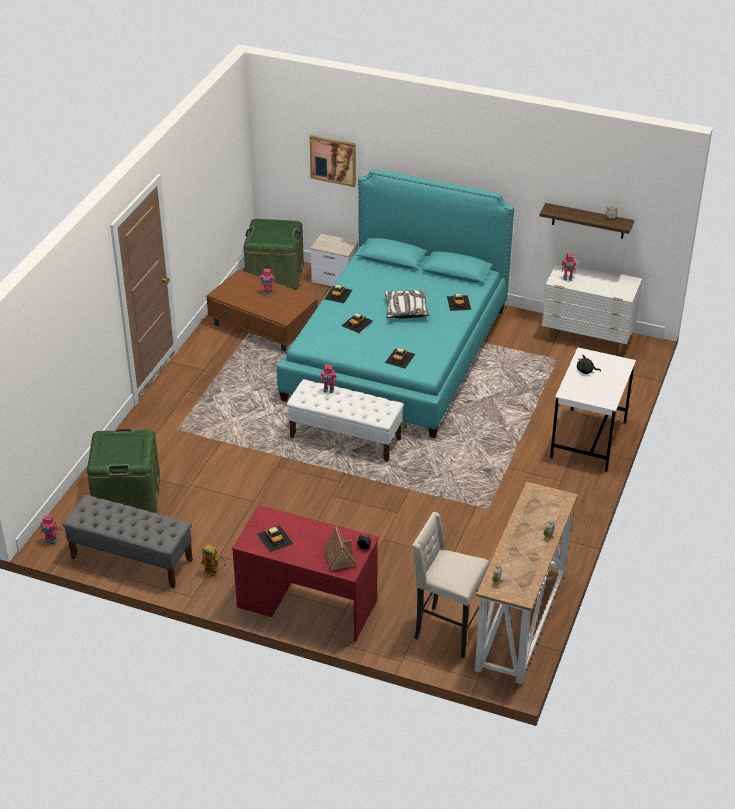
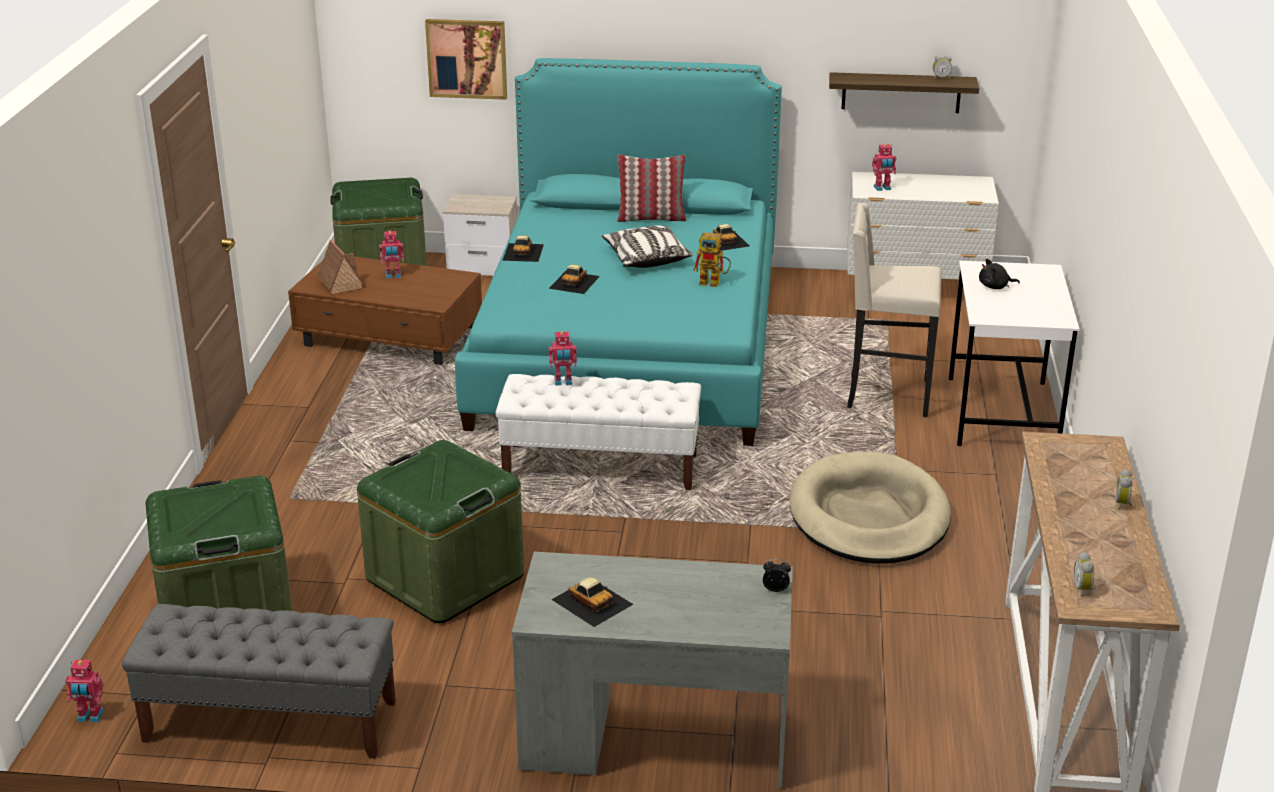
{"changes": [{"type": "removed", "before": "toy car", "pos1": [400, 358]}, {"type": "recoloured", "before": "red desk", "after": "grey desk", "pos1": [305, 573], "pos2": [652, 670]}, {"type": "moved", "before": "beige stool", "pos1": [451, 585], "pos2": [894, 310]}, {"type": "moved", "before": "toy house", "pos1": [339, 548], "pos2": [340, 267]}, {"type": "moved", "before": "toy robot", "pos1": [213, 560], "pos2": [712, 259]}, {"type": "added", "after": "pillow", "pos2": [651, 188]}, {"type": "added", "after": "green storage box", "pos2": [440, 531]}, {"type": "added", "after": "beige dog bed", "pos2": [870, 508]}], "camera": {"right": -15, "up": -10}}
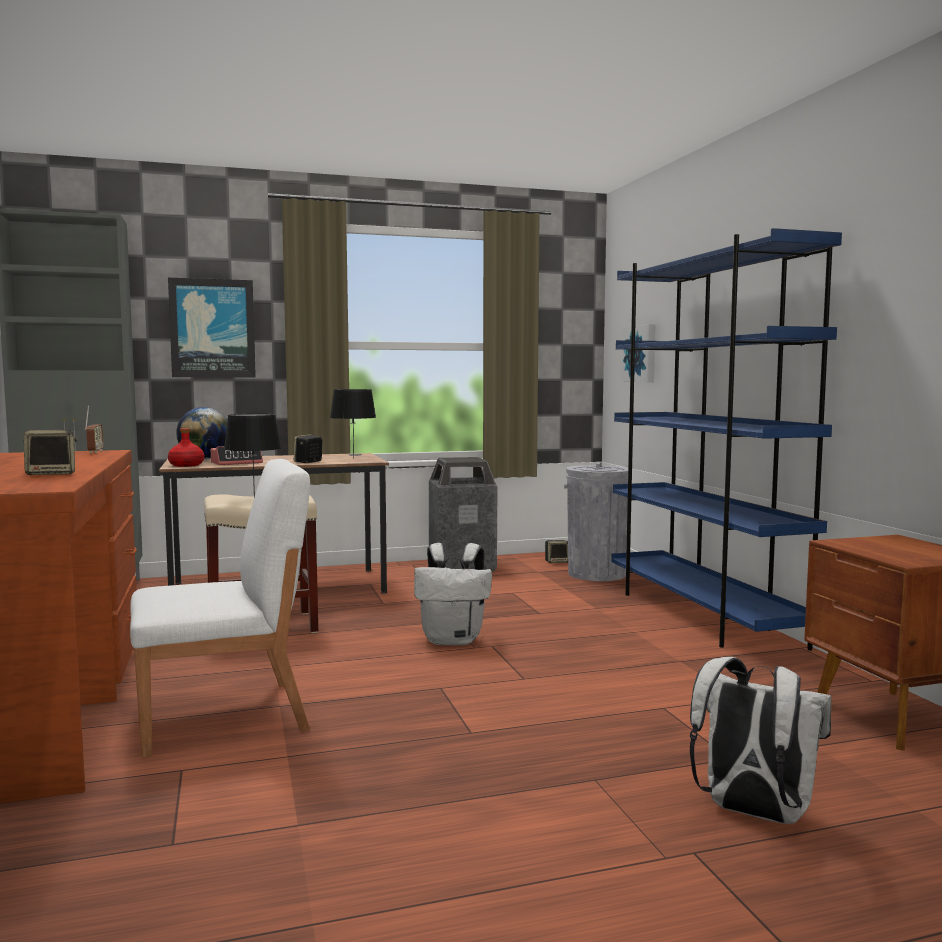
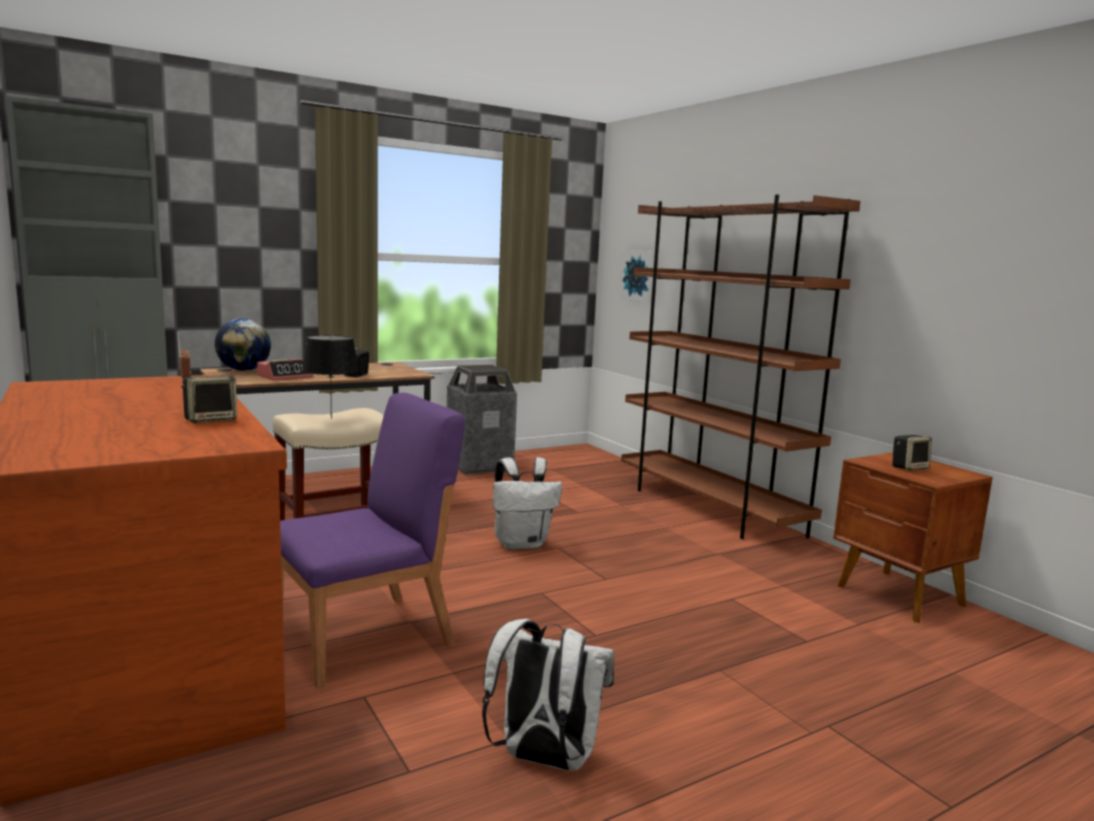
{"changes": [{"type": "recoloured", "before": "blue bookcase", "after": "brown bookcase", "pos1": [726, 439], "pos2": [740, 367]}, {"type": "removed", "before": "picture", "pos1": [212, 327]}, {"type": "removed", "before": "black table lamp", "pos1": [353, 424]}, {"type": "removed", "before": "red bottle", "pos1": [186, 447]}, {"type": "recoloured", "before": "white chair", "after": "purple chair", "pos1": [220, 608], "pos2": [372, 540]}, {"type": "removed", "before": "grey trash can", "pos1": [596, 521]}, {"type": "moved", "before": "speaker", "pos1": [556, 551], "pos2": [912, 453]}, {"type": "moved", "before": "white backpack", "pos1": [761, 740], "pos2": [548, 695]}], "camera": {"right": -15, "up": 5}}
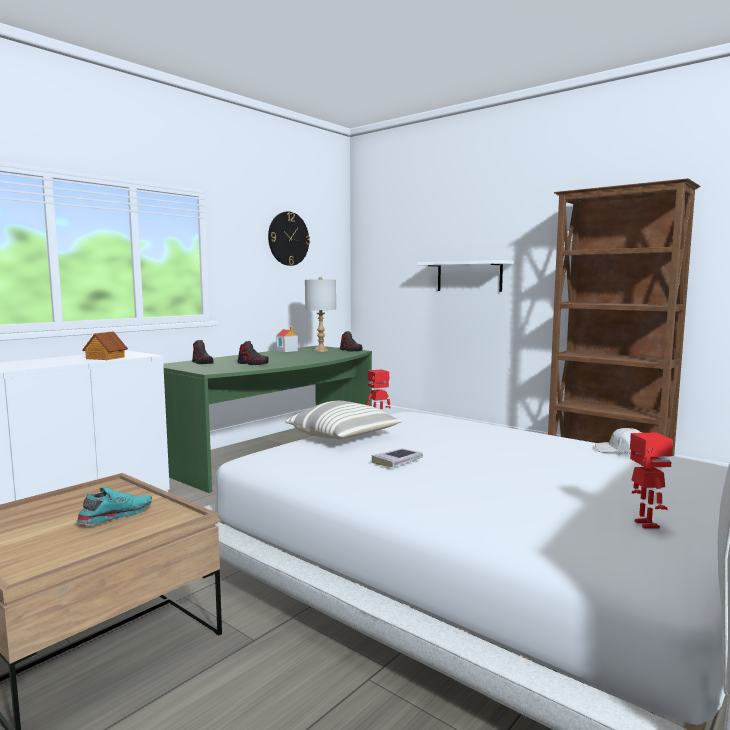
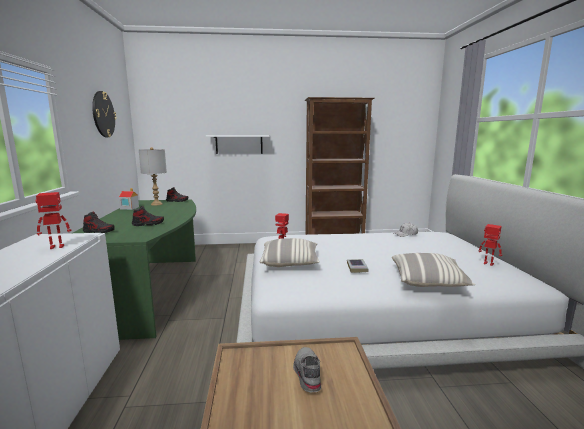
{"changes": [{"type": "replaced", "before": "toy house", "after": "toy robot", "pos1": [105, 345], "pos2": [54, 220]}, {"type": "recoloured", "before": "turquoise shoe", "after": "grey shoe", "pos1": [114, 506], "pos2": [307, 369]}, {"type": "added", "after": "pillow", "pos2": [433, 270]}], "camera": {"right": -45, "up": 5}}
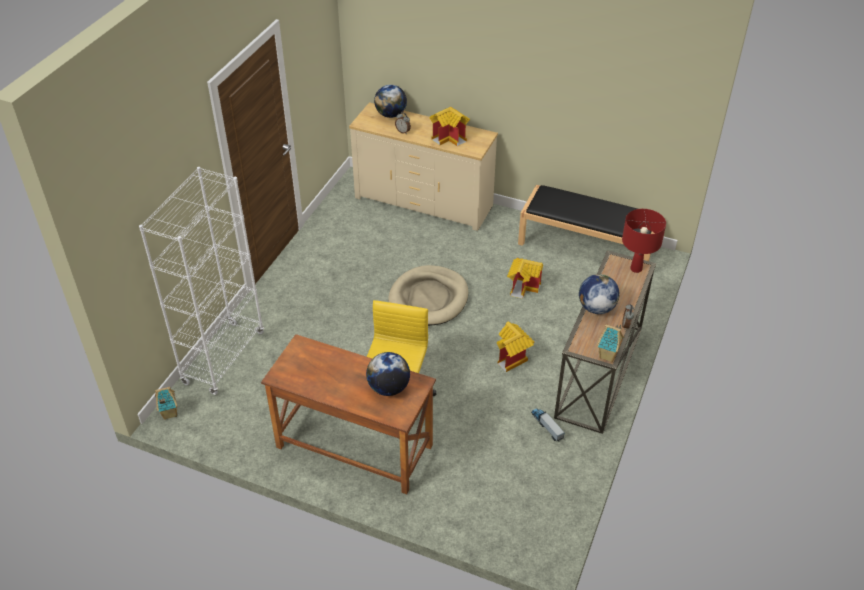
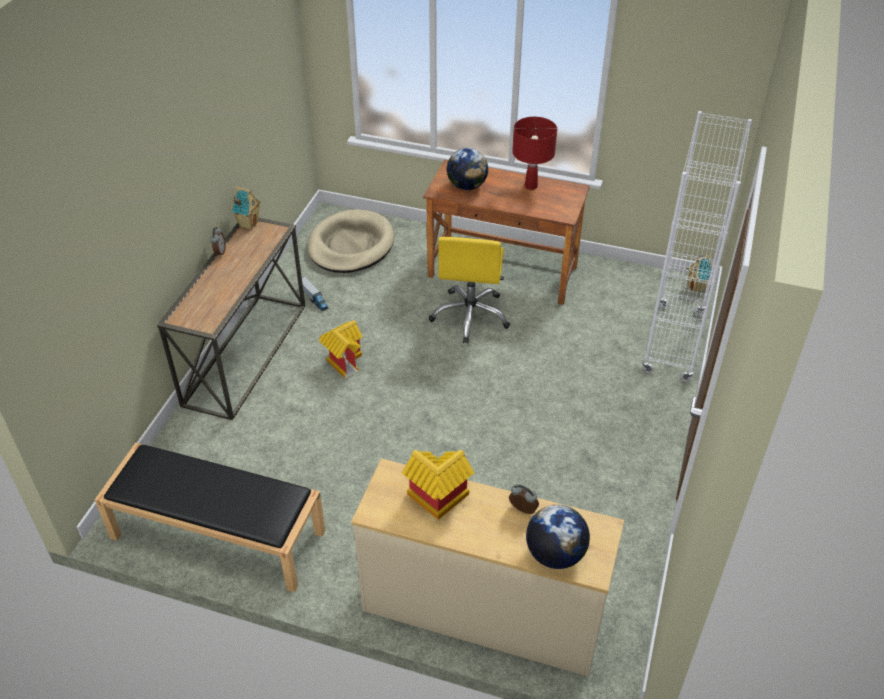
{"changes": [{"type": "moved", "before": "red table lamp", "pos1": [644, 241], "pos2": [534, 153]}, {"type": "removed", "before": "toy house", "pos1": [525, 278]}, {"type": "moved", "before": "beige dog bed", "pos1": [428, 295], "pos2": [350, 241]}, {"type": "removed", "before": "globe", "pos1": [599, 294]}], "camera": {"right": 175, "up": 0}}
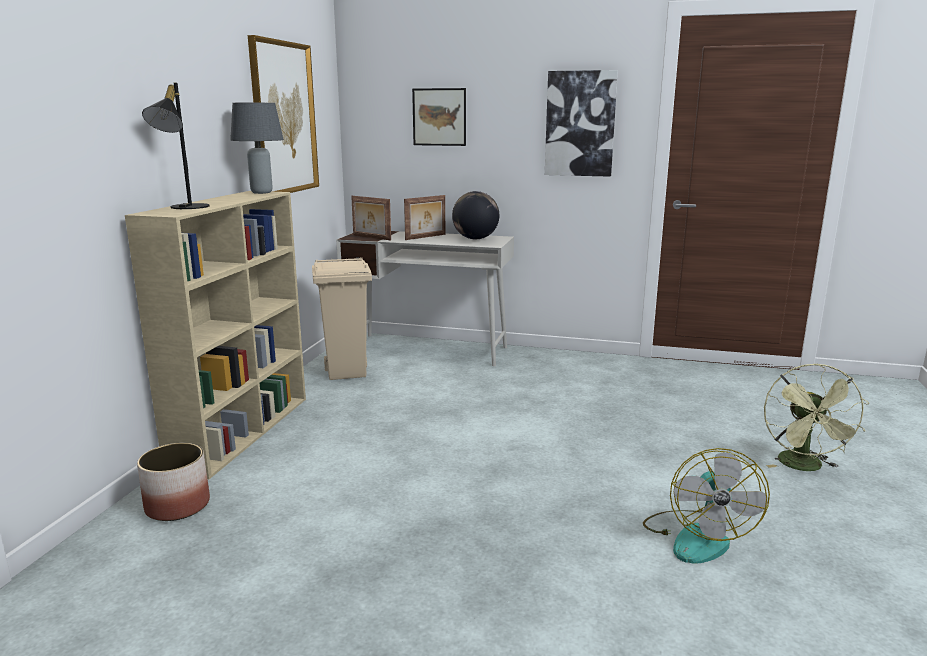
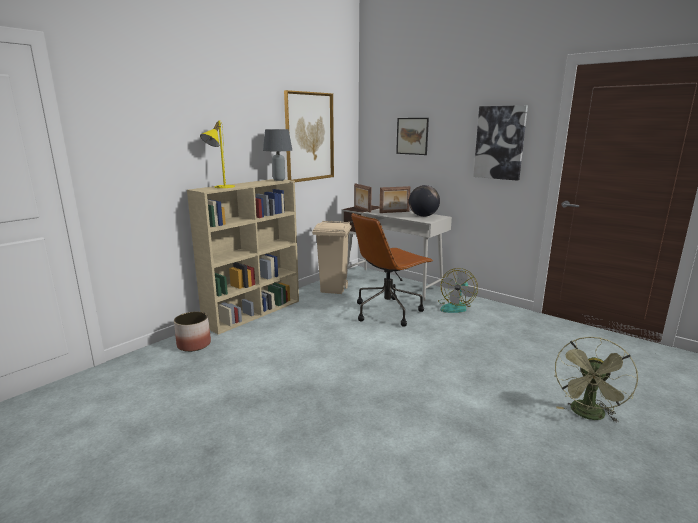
{"changes": [{"type": "recoloured", "before": "black table lamp", "after": "yellow table lamp", "pos1": [176, 146], "pos2": [217, 154]}, {"type": "moved", "before": "fan", "pos1": [706, 506], "pos2": [458, 290]}, {"type": "added", "after": "brown office chair", "pos2": [392, 270]}], "camera": {"right": 25, "up": 0}}
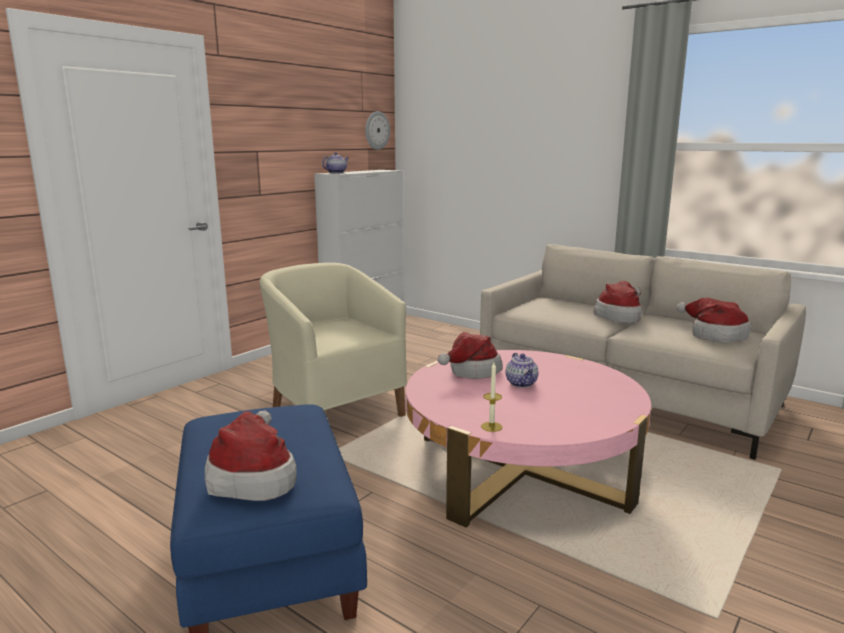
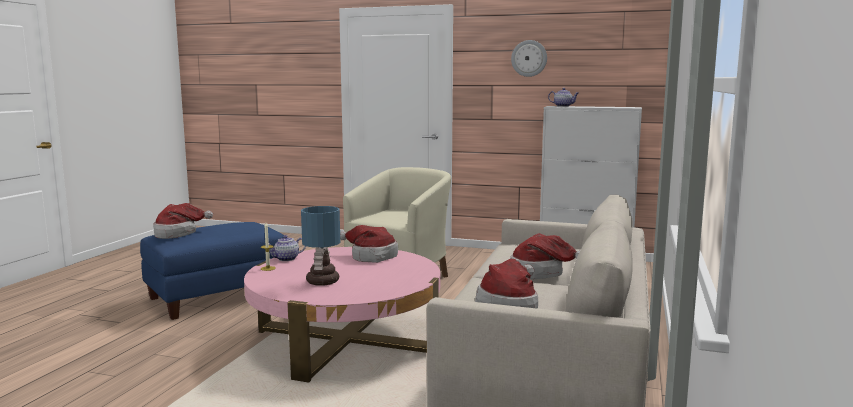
{"changes": [{"type": "moved", "before": "wall clock", "pos1": [377, 130], "pos2": [529, 58]}, {"type": "moved", "before": "teapot", "pos1": [522, 370], "pos2": [287, 248]}, {"type": "added", "after": "table lamp", "pos2": [320, 246]}], "camera": {"right": 70, "up": -5}}
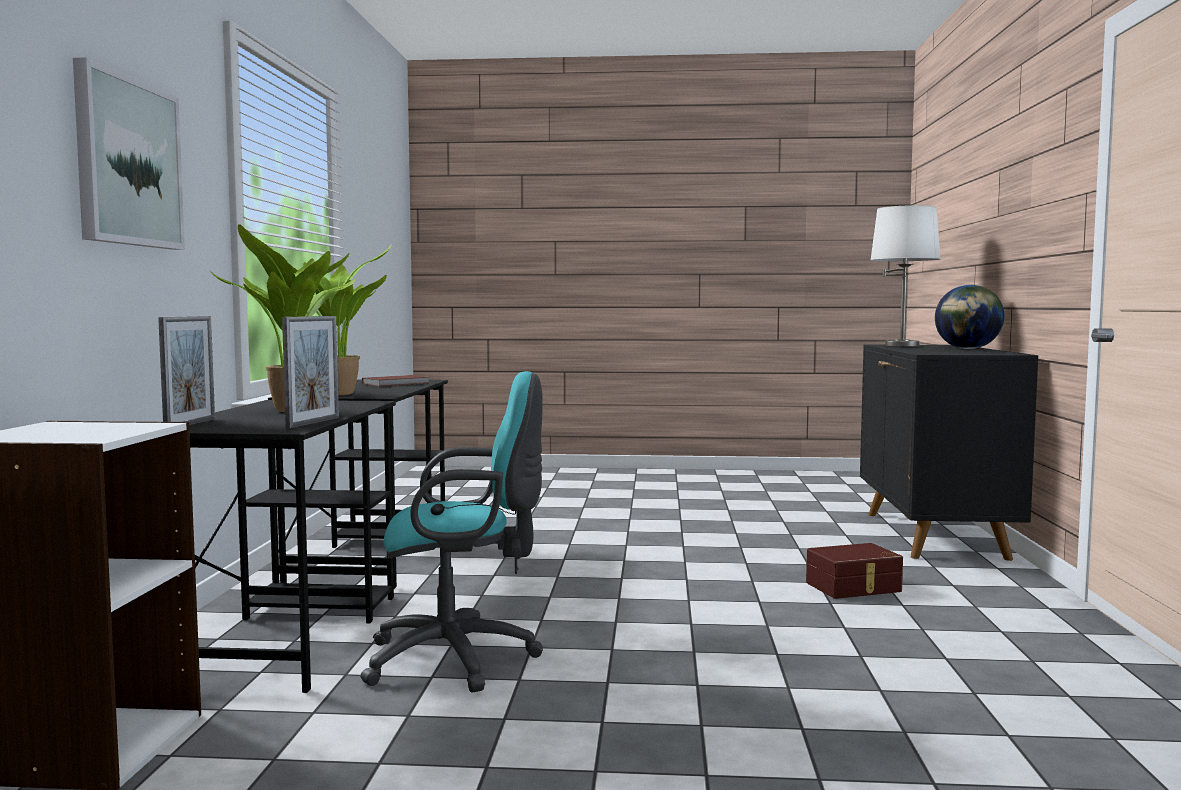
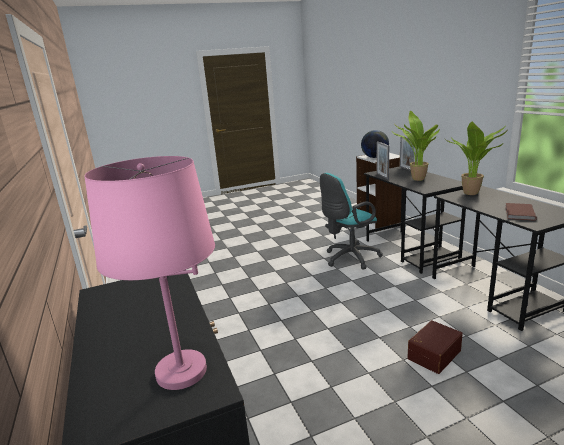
{"changes": [{"type": "removed", "before": "picture", "pos1": [129, 154]}, {"type": "recoloured", "before": "white table lamp", "after": "pink table lamp", "pos1": [905, 276], "pos2": [149, 273]}, {"type": "moved", "before": "globe", "pos1": [969, 317], "pos2": [375, 144]}, {"type": "moved", "before": "brown storage box", "pos1": [854, 571], "pos2": [435, 347]}], "camera": {"right": 155, "up": 15}}
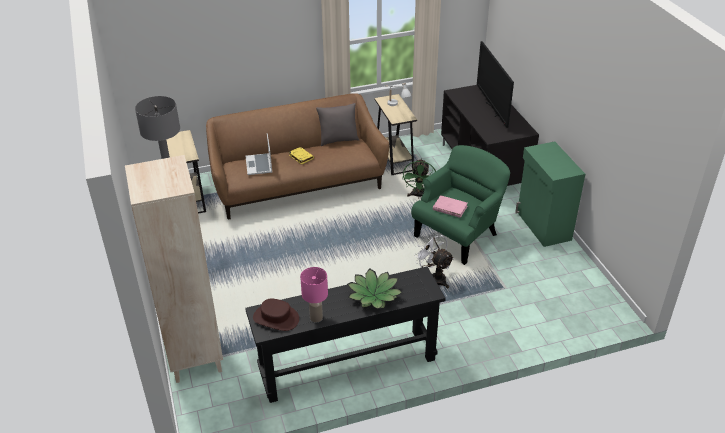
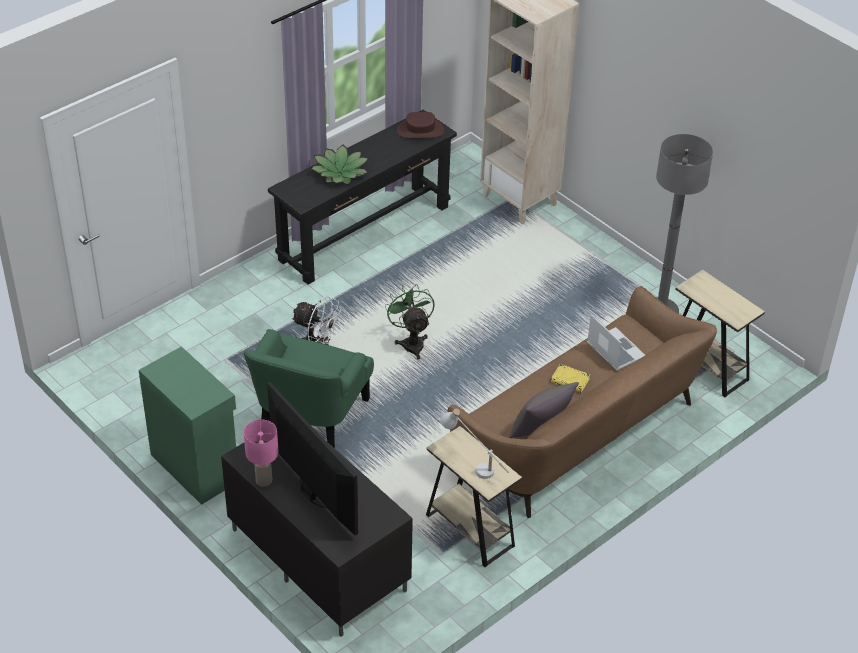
{"changes": [{"type": "moved", "before": "green fan", "pos1": [419, 178], "pos2": [410, 322]}, {"type": "removed", "before": "pink book", "pos1": [450, 206]}, {"type": "moved", "before": "pink table lamp", "pos1": [314, 294], "pos2": [261, 453]}], "camera": {"right": 155, "up": 5}}
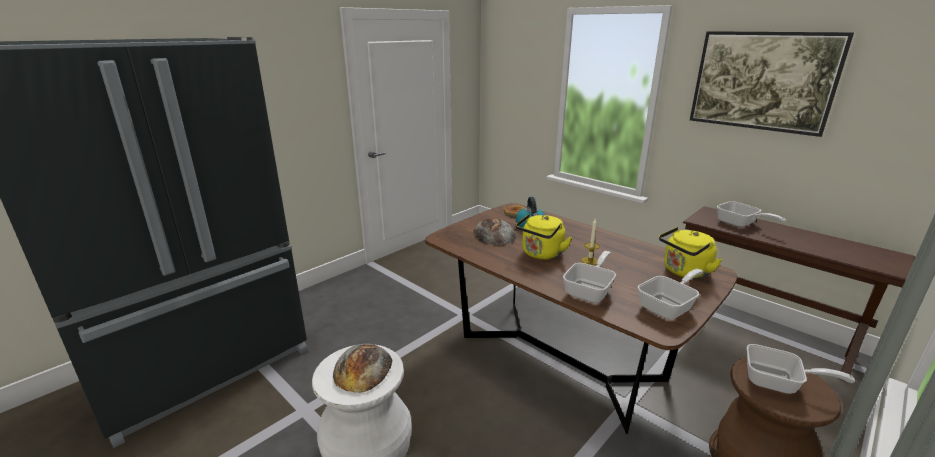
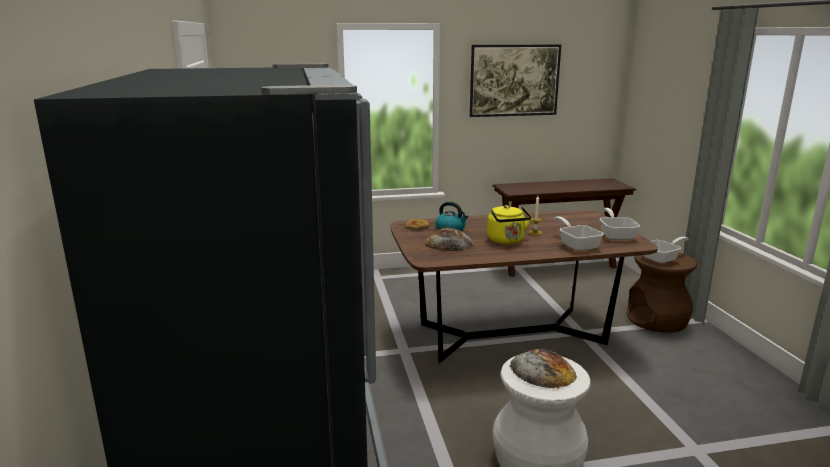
{"changes": [{"type": "removed", "before": "frying pan", "pos1": [751, 214]}, {"type": "removed", "before": "yellow kettle", "pos1": [690, 253]}], "camera": {"right": -55, "up": -5}}
